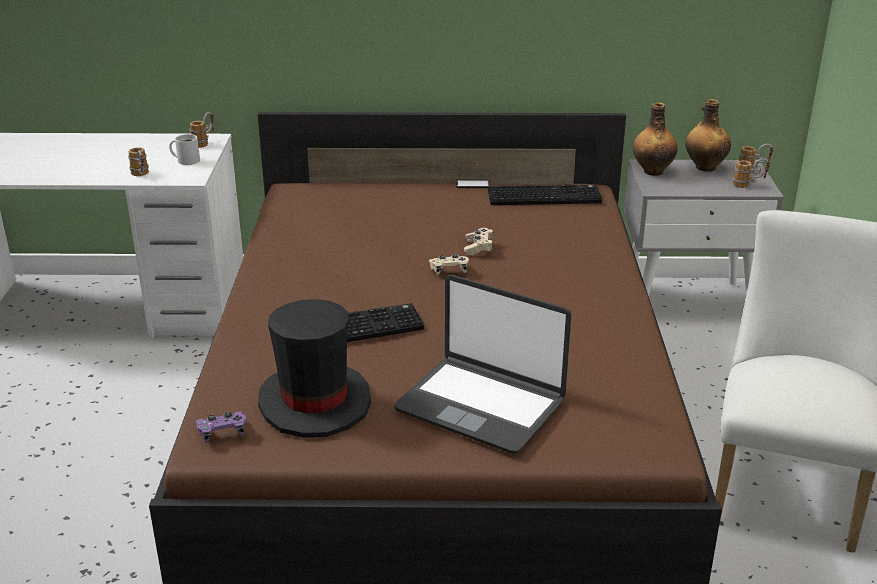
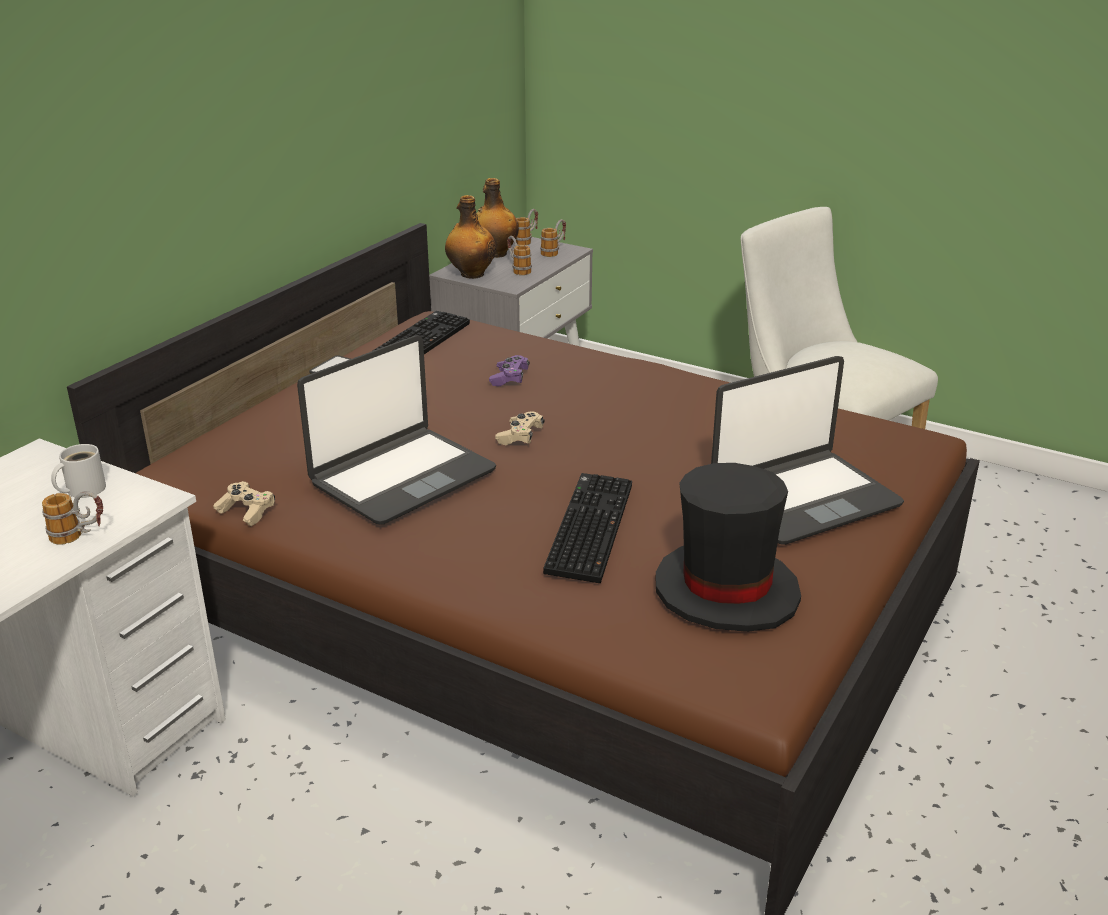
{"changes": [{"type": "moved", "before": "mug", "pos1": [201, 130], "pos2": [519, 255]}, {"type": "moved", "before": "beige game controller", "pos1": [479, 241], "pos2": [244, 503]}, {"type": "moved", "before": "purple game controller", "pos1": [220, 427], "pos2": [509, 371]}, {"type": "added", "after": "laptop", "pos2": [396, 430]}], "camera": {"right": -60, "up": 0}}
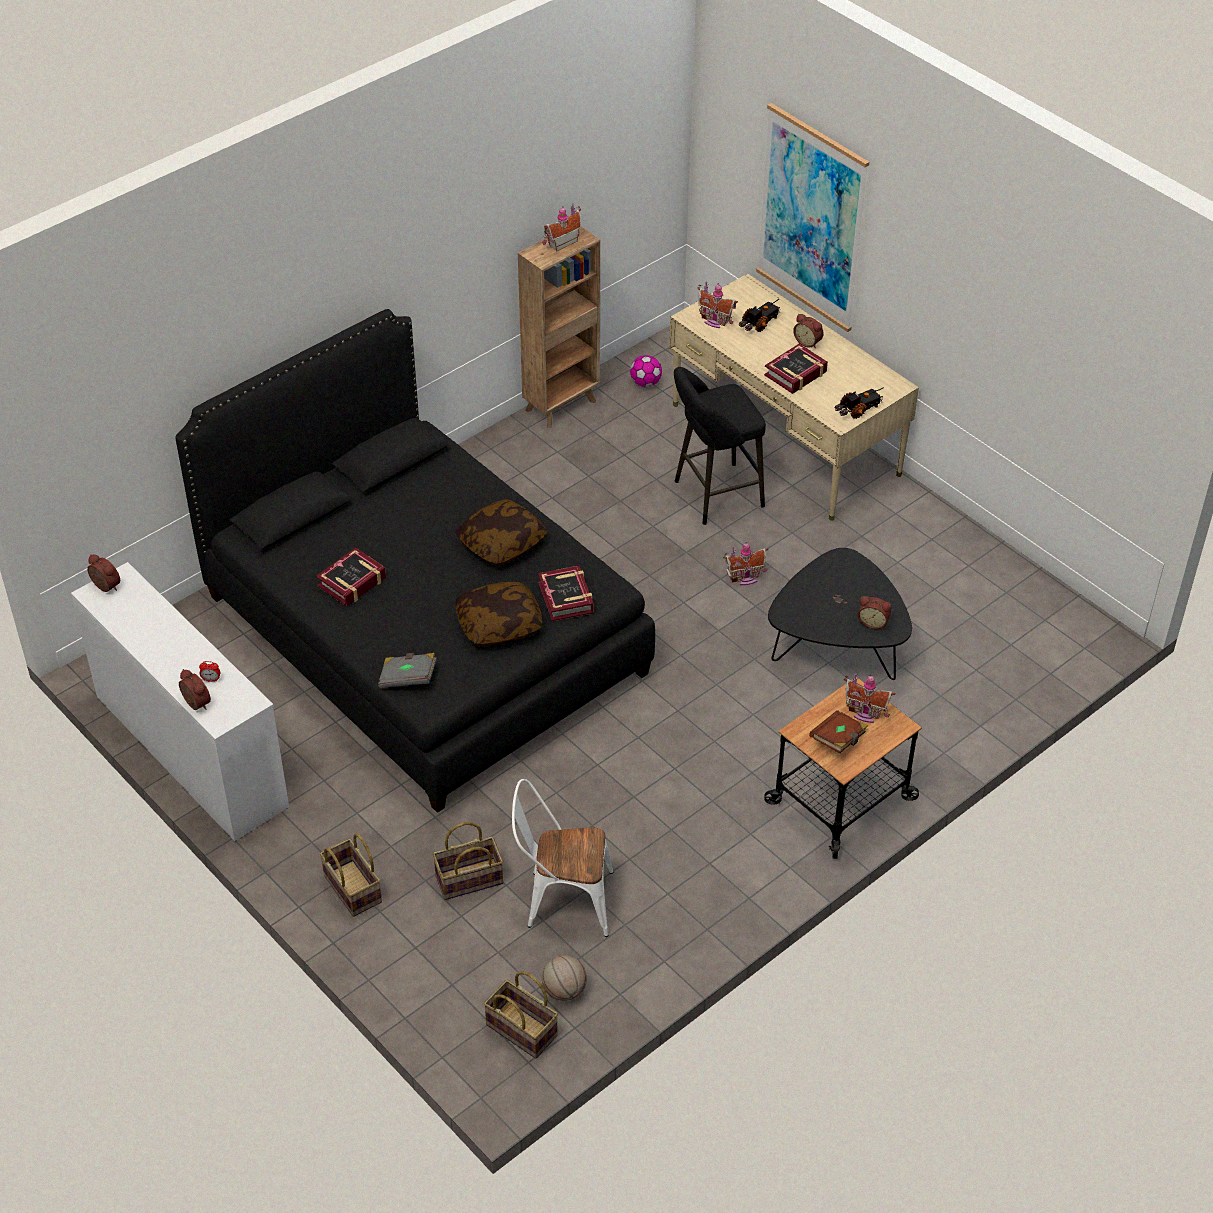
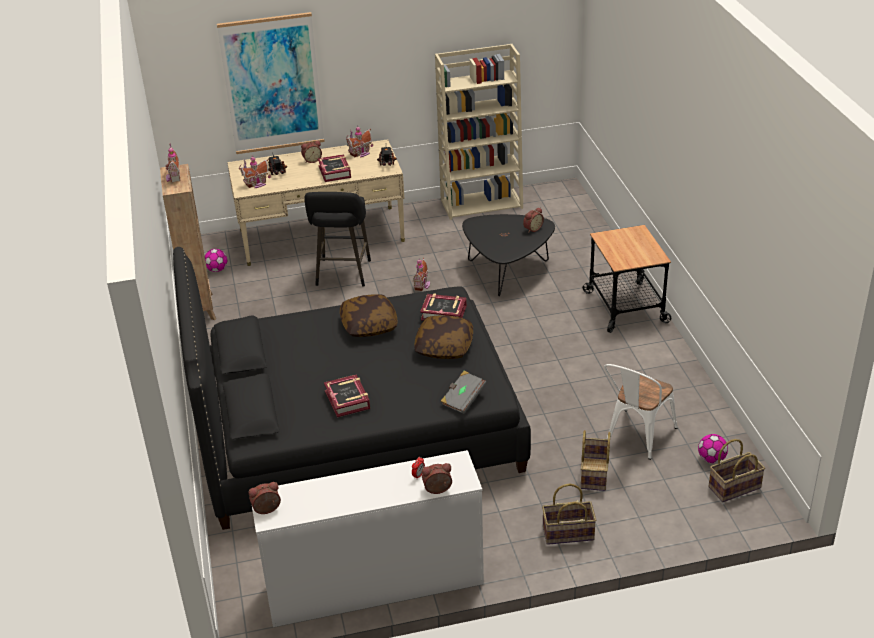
{"changes": [{"type": "moved", "before": "toy house", "pos1": [870, 697], "pos2": [359, 141]}, {"type": "removed", "before": "brown book", "pos1": [838, 732]}, {"type": "replaced", "before": "basketball", "after": "football", "pos1": [564, 978], "pos2": [713, 448]}, {"type": "added", "after": "beige bookcase", "pos2": [479, 132]}], "camera": {"right": -60, "up": -10}}
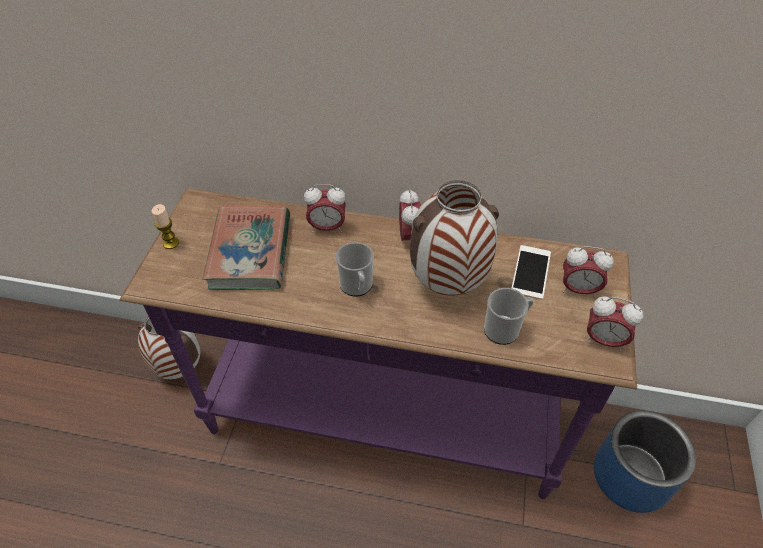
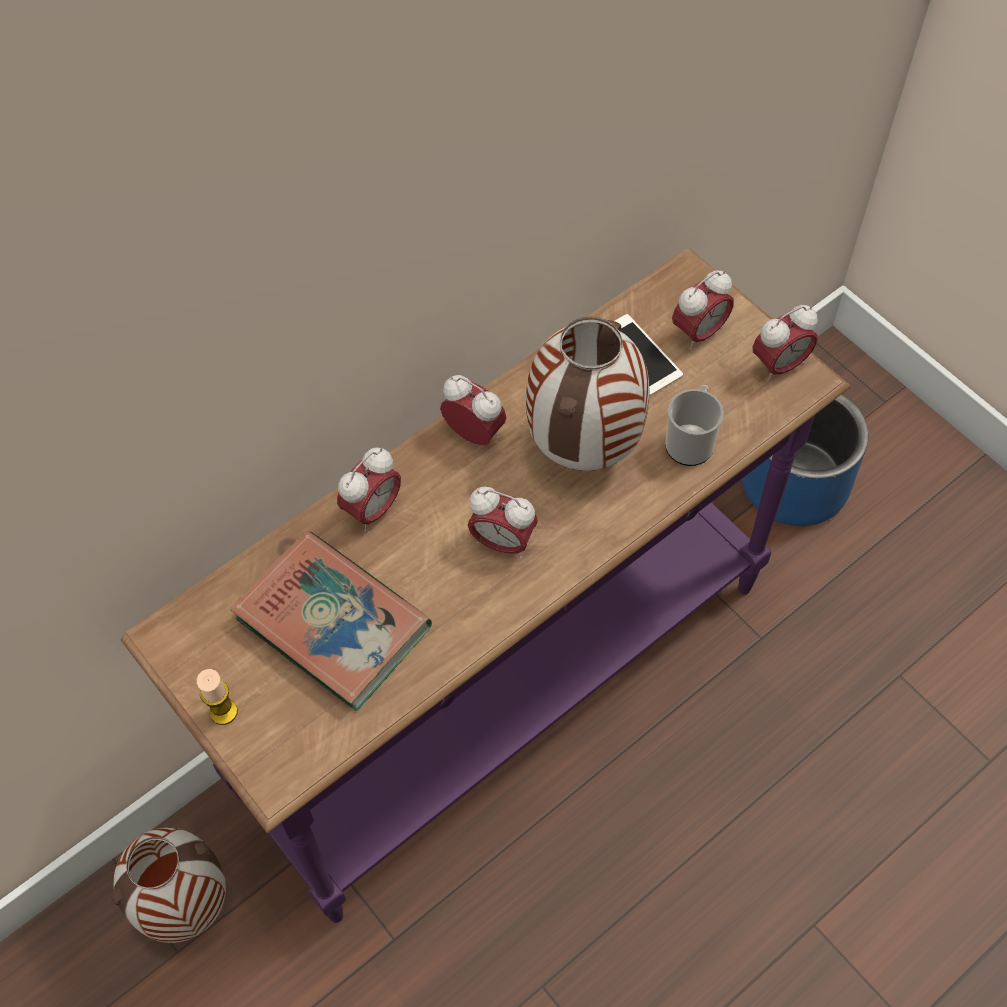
{"changes": [{"type": "replaced", "before": "mug", "after": "alarm clock", "pos1": [355, 269], "pos2": [502, 522]}], "camera": {"right": -50, "up": 10}}
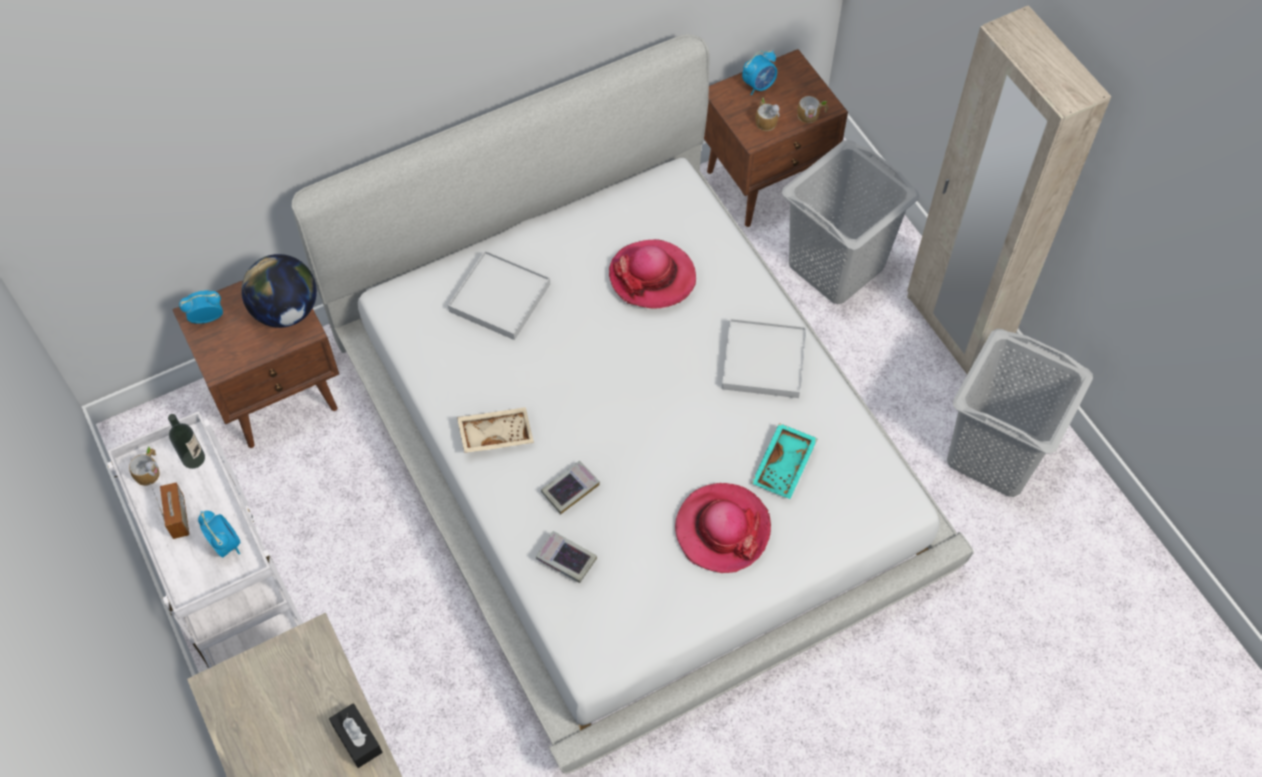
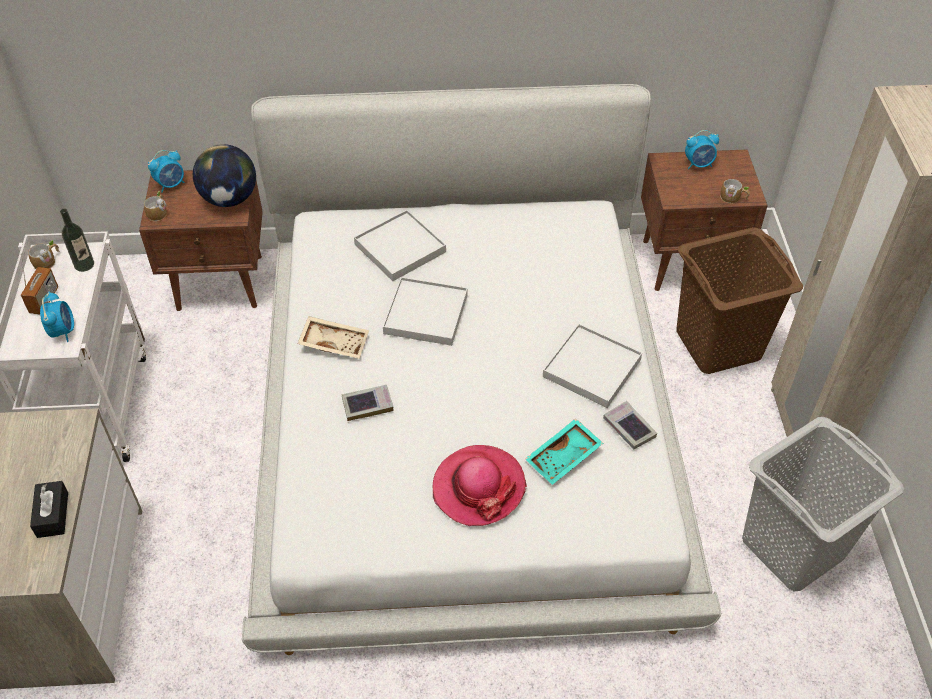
{"changes": [{"type": "moved", "before": "mug", "pos1": [767, 114], "pos2": [155, 206]}, {"type": "recoloured", "before": "grey laundry basket", "after": "brown laundry basket", "pos1": [851, 222], "pos2": [739, 300]}, {"type": "removed", "before": "hat", "pos1": [652, 273]}, {"type": "turned", "before": "alarm clock", "pos1": [201, 307], "pos2": [166, 171], "turn": 135}, {"type": "moved", "before": "book", "pos1": [566, 557], "pos2": [630, 425]}, {"type": "added", "after": "white tray", "pos2": [425, 311]}], "camera": {"right": 25, "up": -10}}
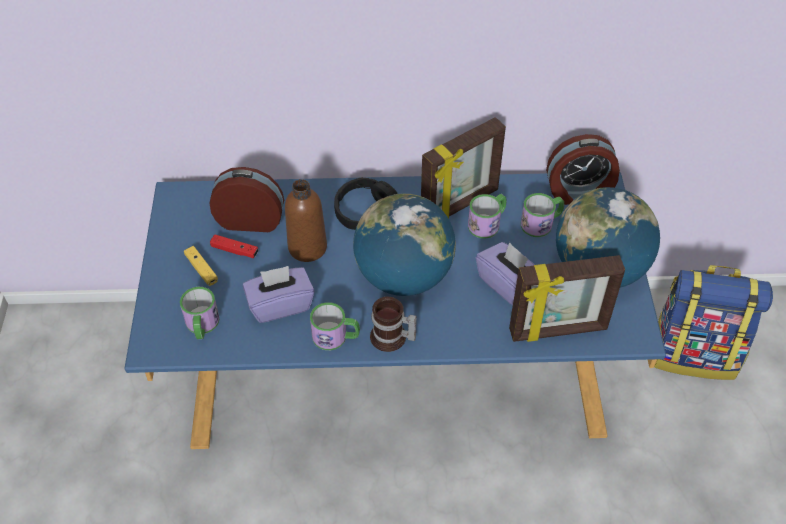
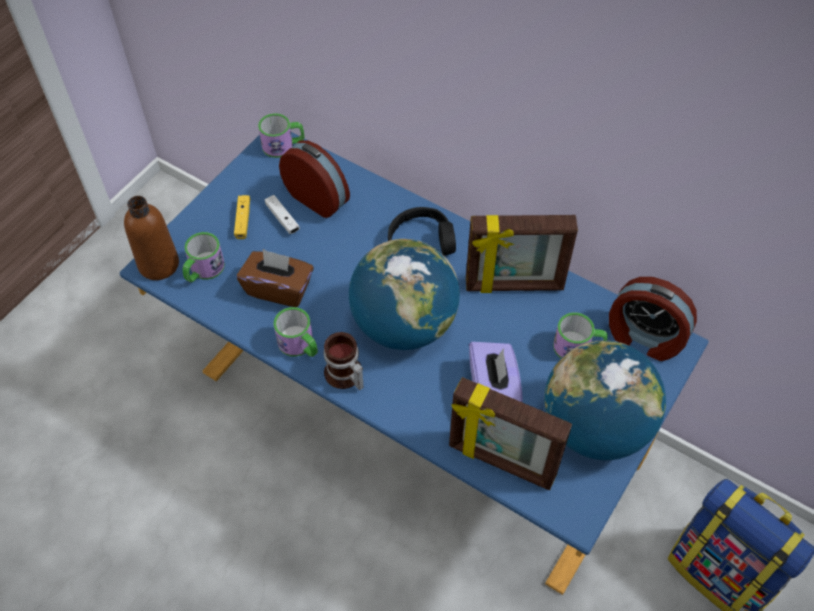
{"changes": [{"type": "moved", "before": "brown bottle", "pos1": [306, 220], "pos2": [151, 238]}, {"type": "moved", "before": "mug", "pos1": [487, 216], "pos2": [281, 135]}, {"type": "recoloured", "before": "red game controller", "after": "white game controller", "pos1": [234, 246], "pos2": [282, 214]}, {"type": "recoloured", "before": "purple tissue box", "after": "brown tissue box", "pos1": [279, 294], "pos2": [275, 278]}], "camera": {"right": 35, "up": 5}}
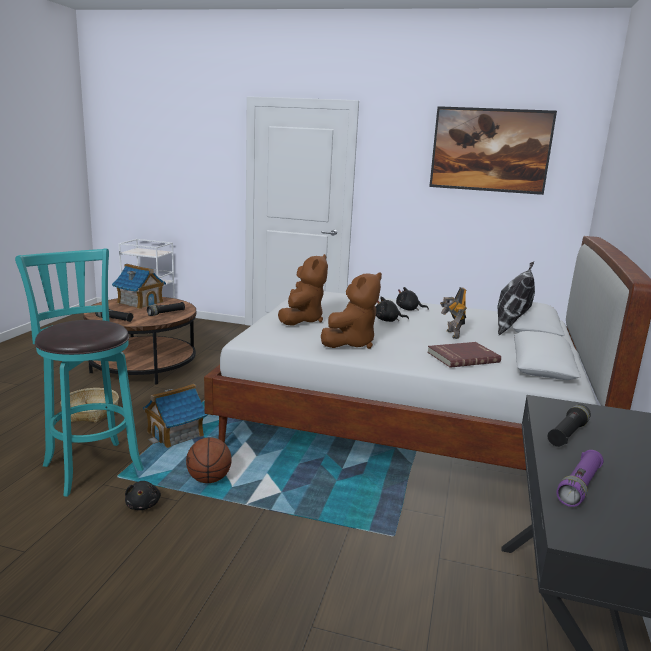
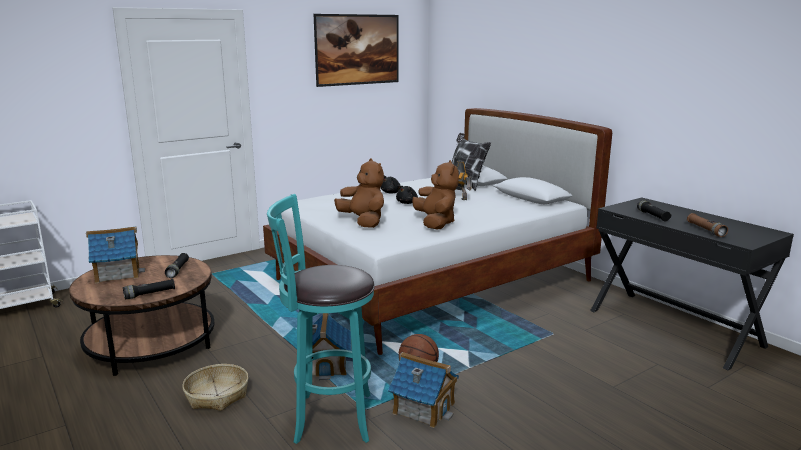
{"changes": [{"type": "removed", "before": "red book", "pos1": [464, 355]}, {"type": "recoloured", "before": "purple flashlight", "after": "brown flashlight", "pos1": [580, 478], "pos2": [707, 225]}, {"type": "replaced", "before": "black plush toy", "after": "toy house", "pos1": [143, 495], "pos2": [423, 390]}], "camera": {"right": -50, "up": 0}}
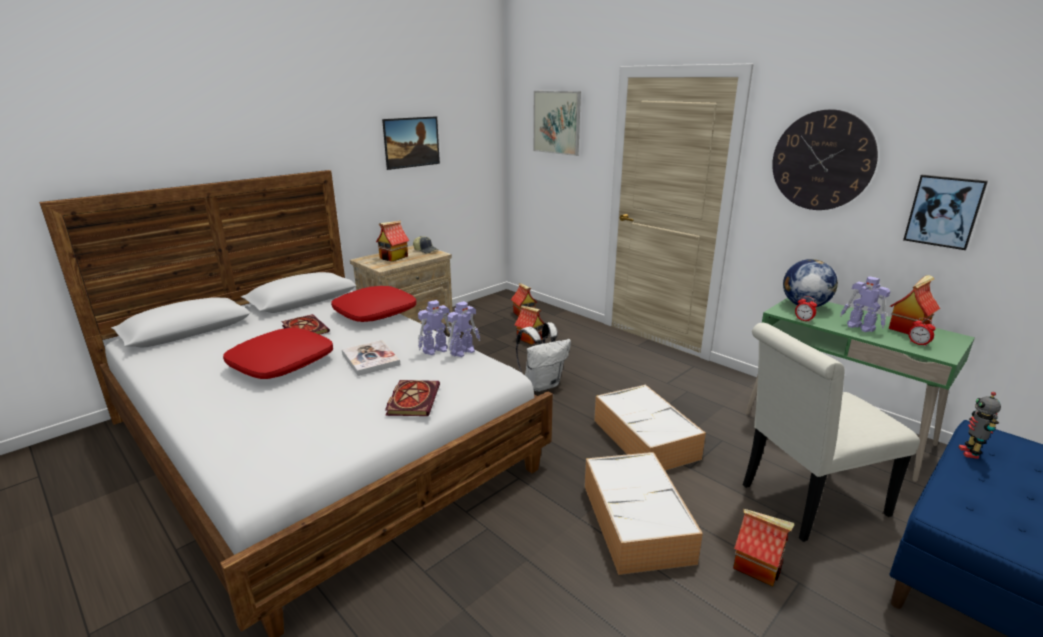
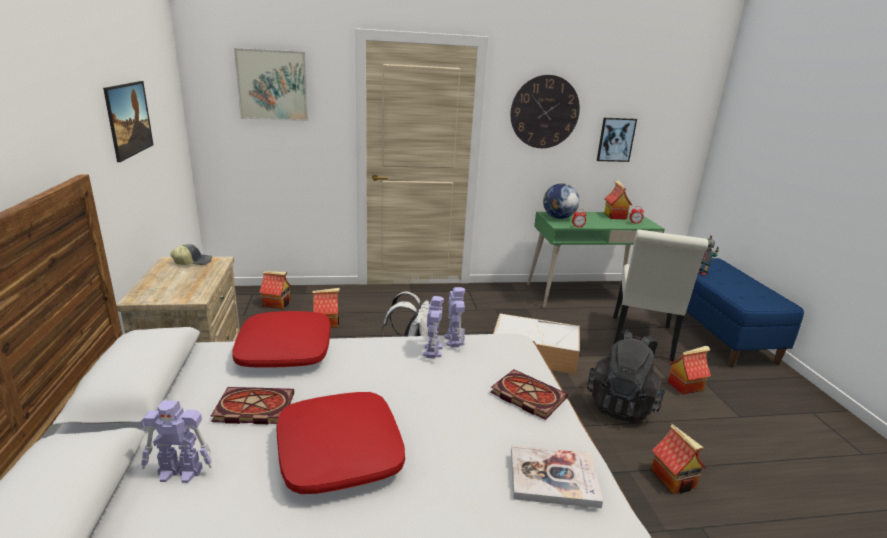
{"changes": [{"type": "moved", "before": "toy house", "pos1": [392, 241], "pos2": [678, 459]}, {"type": "moved", "before": "toy robot", "pos1": [865, 304], "pos2": [176, 442]}, {"type": "moved", "before": "book", "pos1": [371, 358], "pos2": [557, 476]}, {"type": "replaced", "before": "storage box", "after": "black backpack", "pos1": [643, 513], "pos2": [626, 376]}], "camera": {"right": -55, "up": 0}}
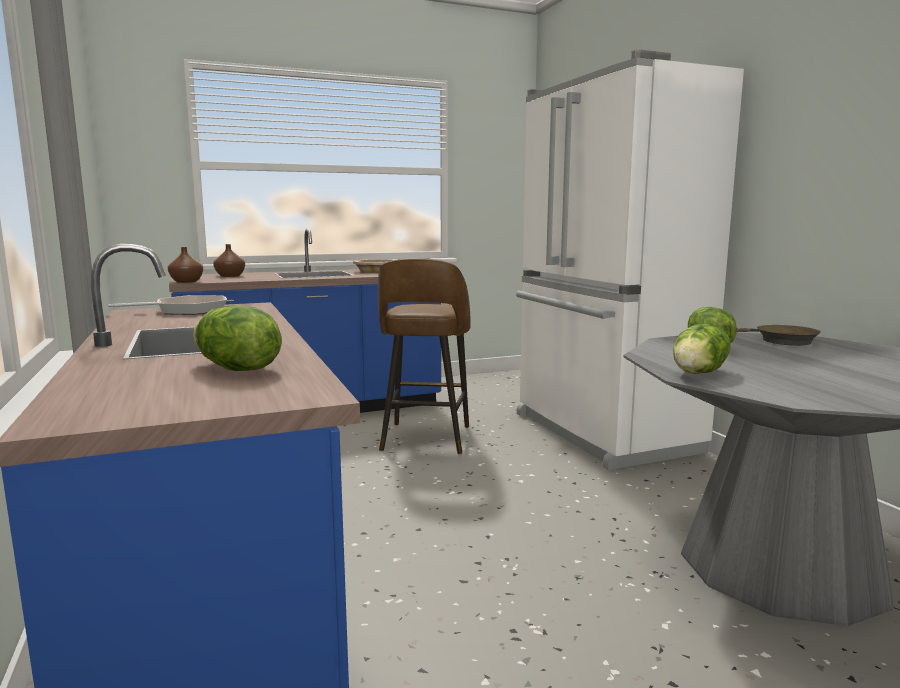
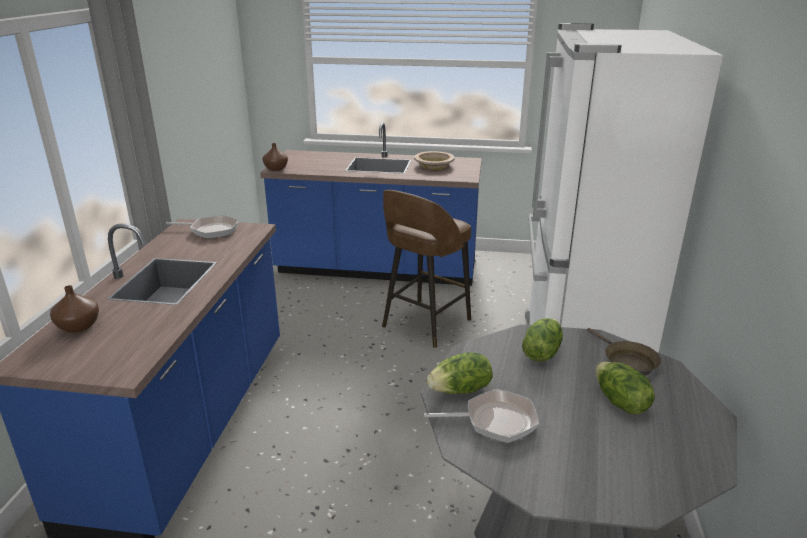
{"changes": [{"type": "moved", "before": "brown vase", "pos1": [229, 260], "pos2": [74, 309]}, {"type": "moved", "before": "lettuce", "pos1": [237, 338], "pos2": [625, 388]}, {"type": "added", "after": "frying pan", "pos2": [481, 416]}], "camera": {"right": 30, "up": 15}}
